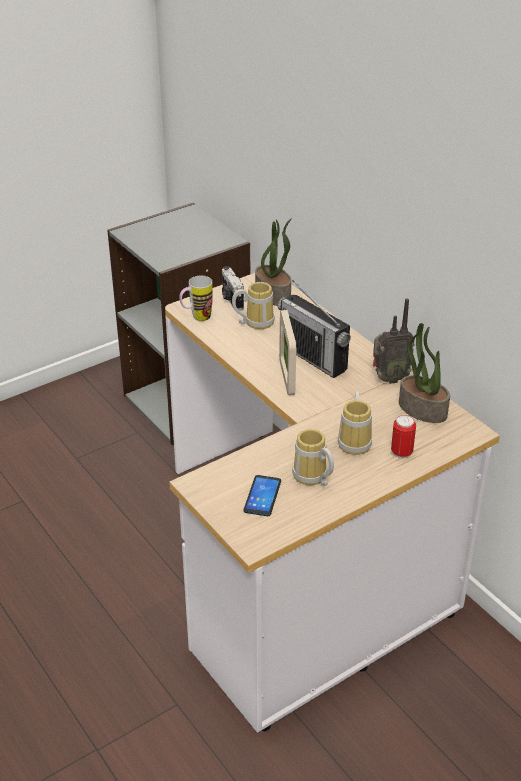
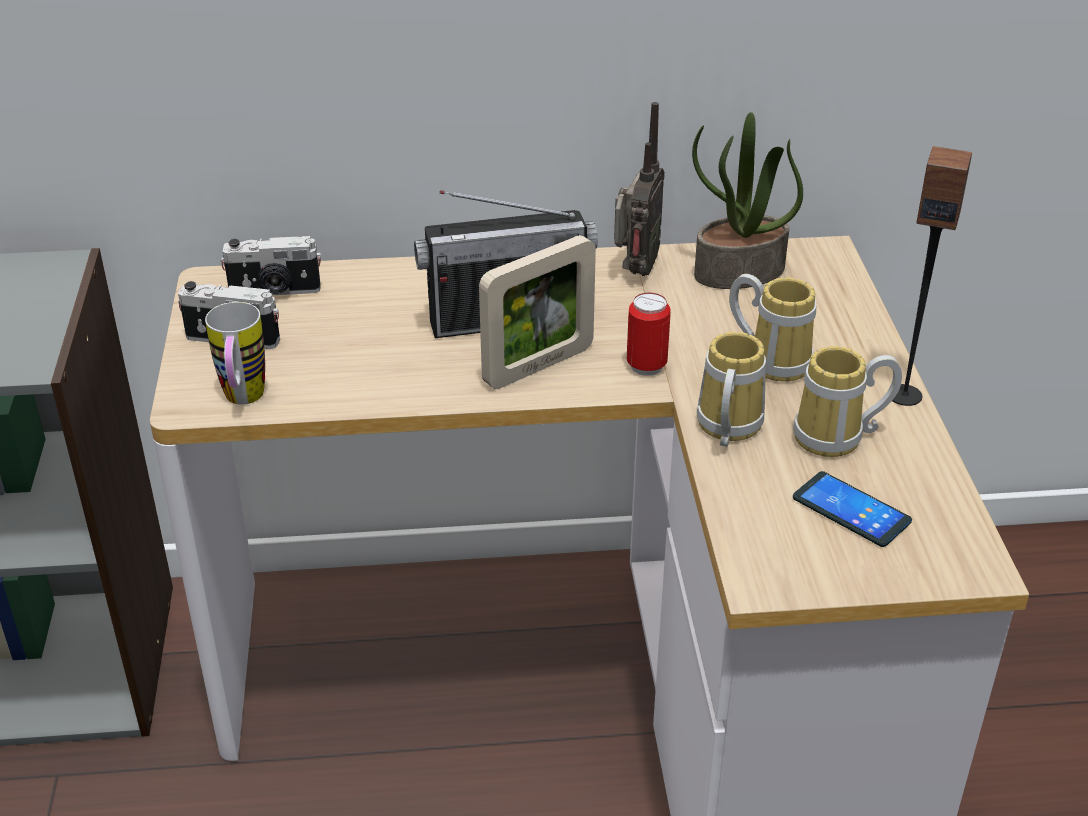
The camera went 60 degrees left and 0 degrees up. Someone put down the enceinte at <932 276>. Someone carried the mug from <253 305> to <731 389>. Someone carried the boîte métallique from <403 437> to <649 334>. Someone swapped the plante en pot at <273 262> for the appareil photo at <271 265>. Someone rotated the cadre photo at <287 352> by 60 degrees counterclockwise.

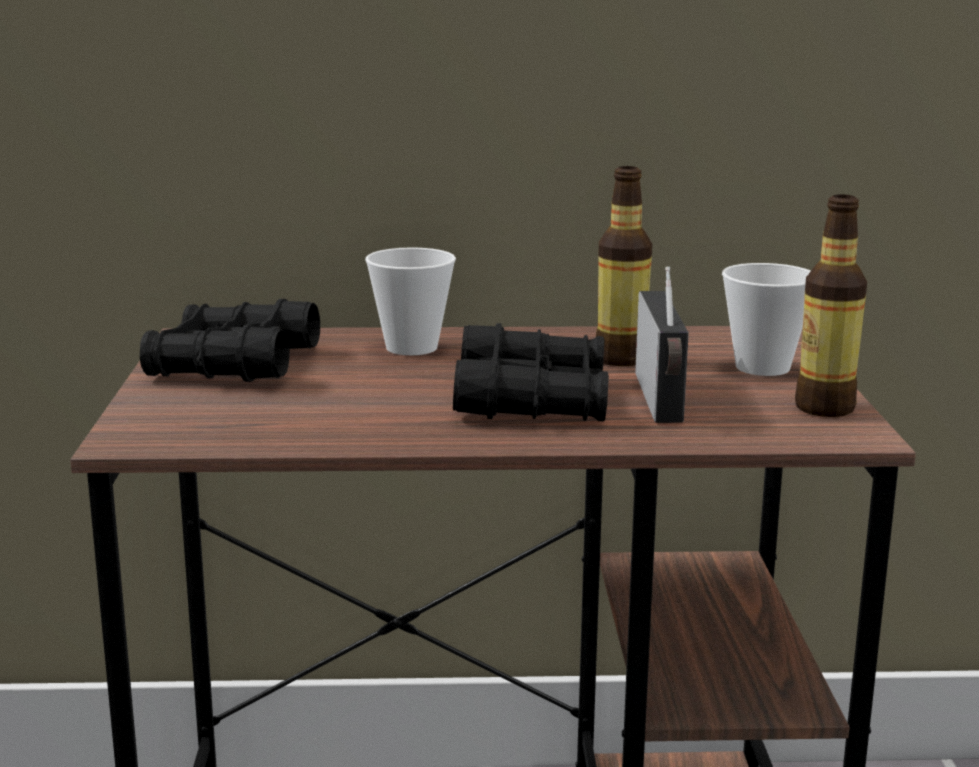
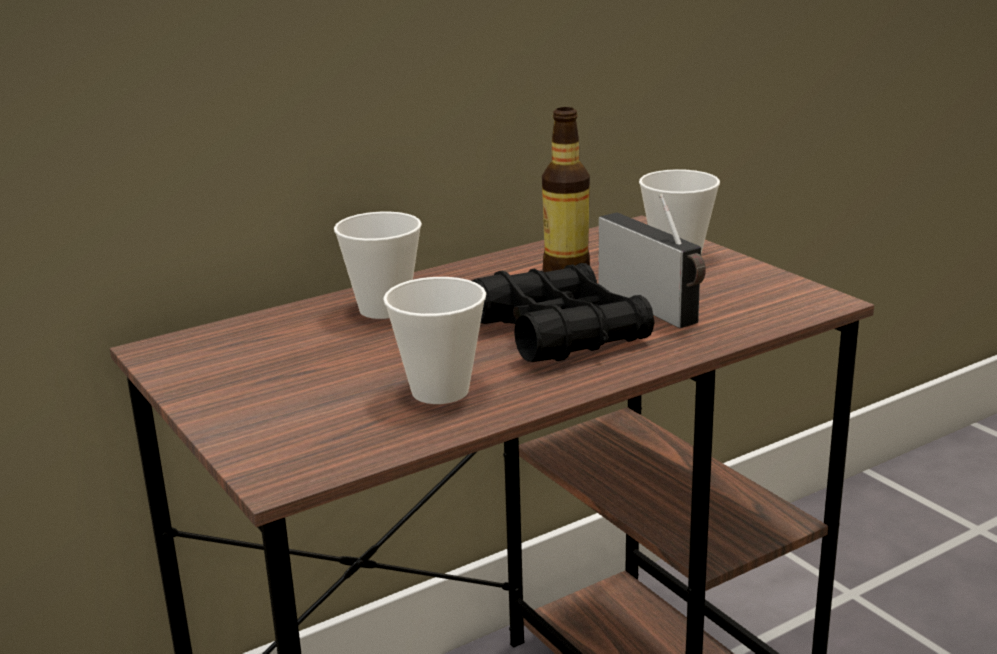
The camera went 30 degrees left and 5 degrees up. Someone took away the jumelles [noir] at <230 340>. Someone took away the bouteille at <831 305>. Someone put down the tasse at <434 340>.

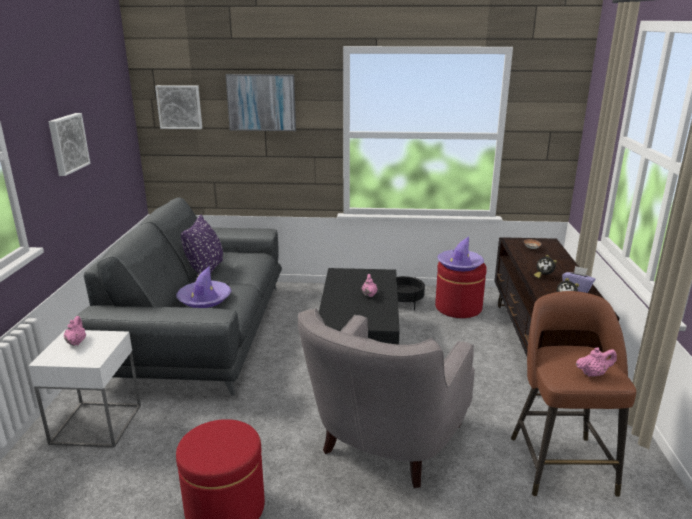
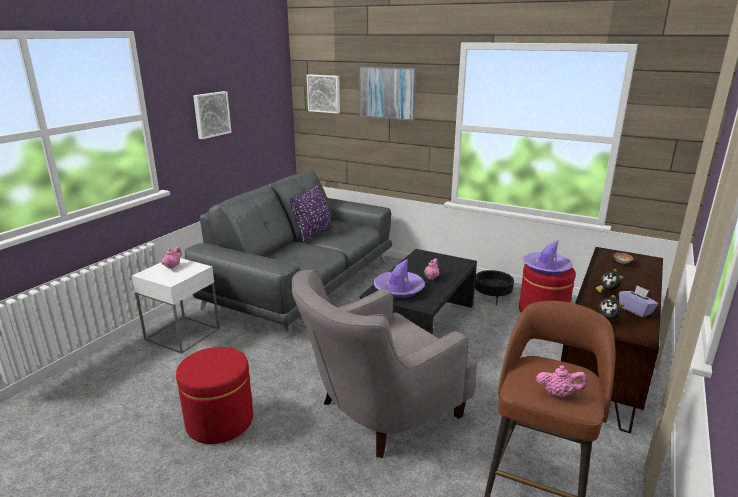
The camera went 25 degrees right and 0 degrees up. Someone carried the chapeau [violet] from <203 287> to <399 278>.

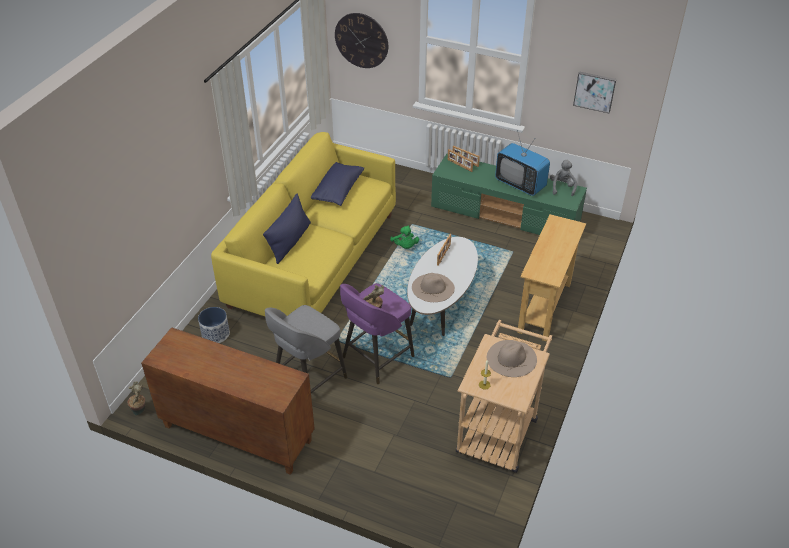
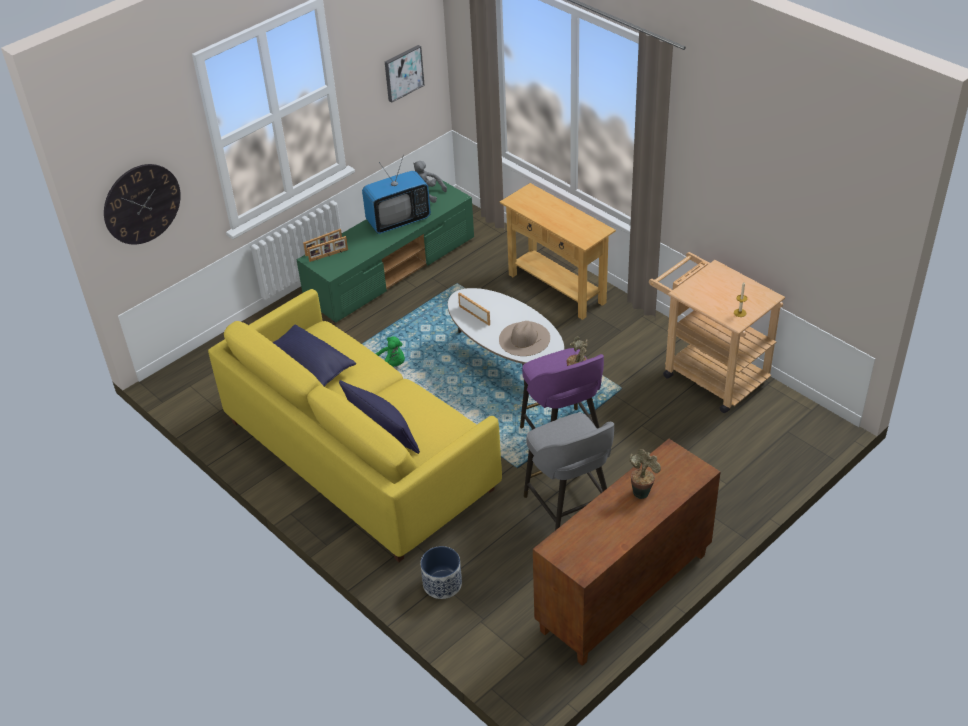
The camera went 65 degrees left and 0 degrees up. Someone took away the chapeau [beige] at <512 358>. Someone carried the plante en pot from <136 398> to <645 474>.

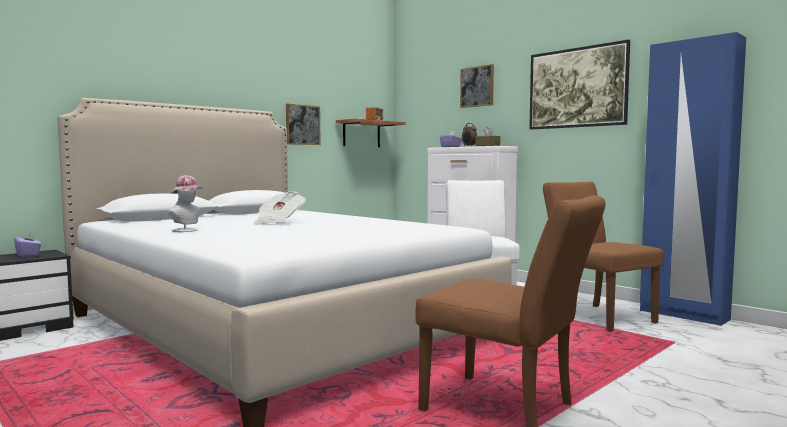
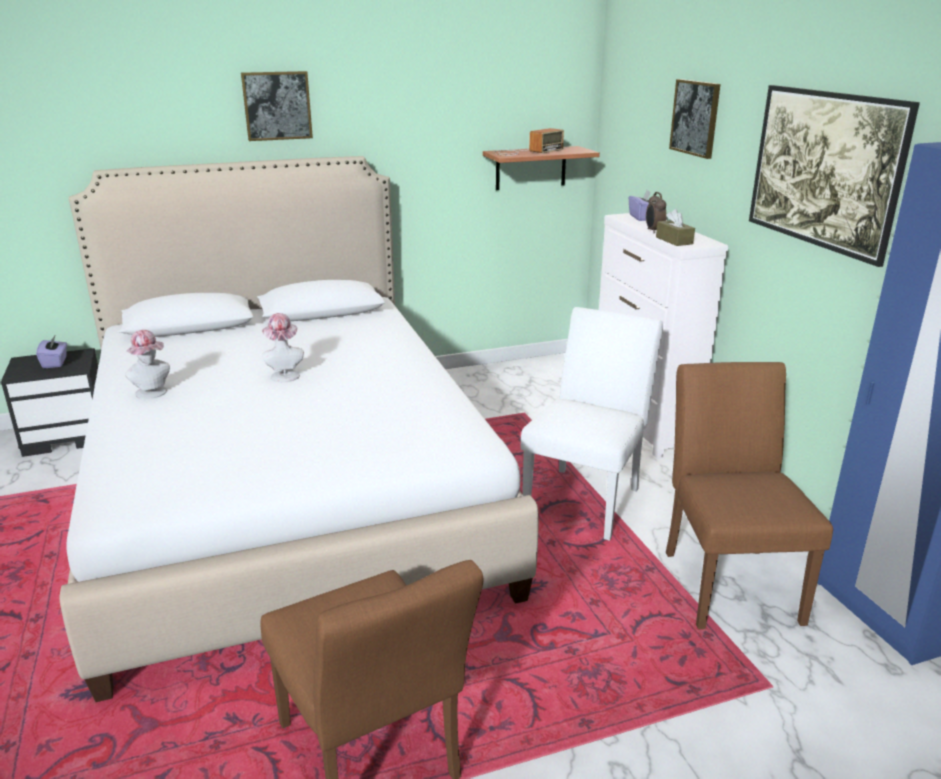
The camera went 25 degrees right and 20 degrees up. Someone carried the tableau from <303 124> to <277 106>. Someone swapped the journal at <280 208> for the chapeau at <283 347>.

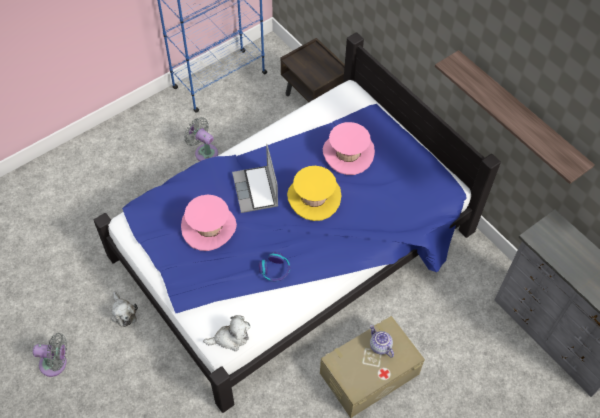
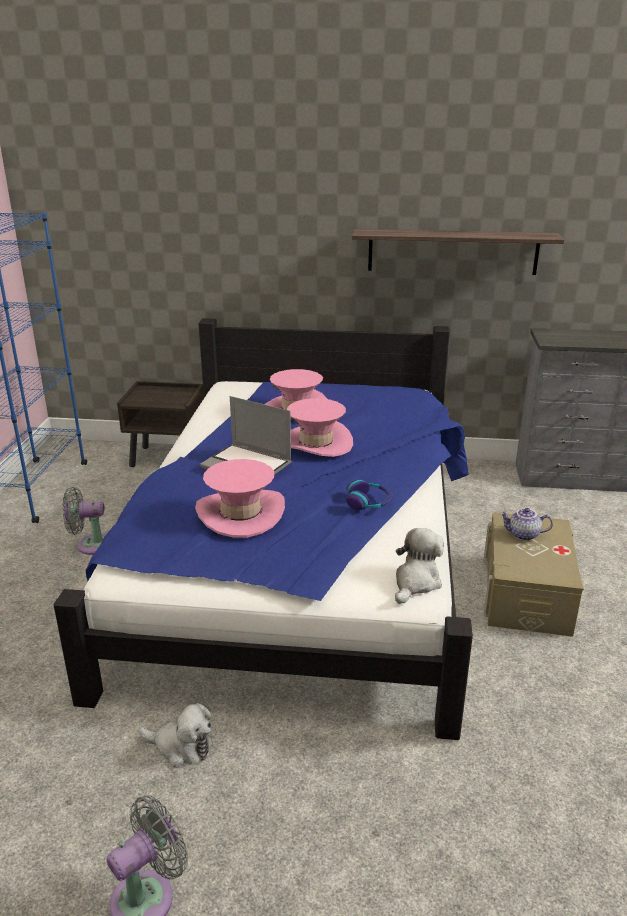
The camera went 45 degrees left and 30 degrees down. Someone repainted the chapeau [jaune] at <314 193>, which became the chapeau [rose] at <320 427>.

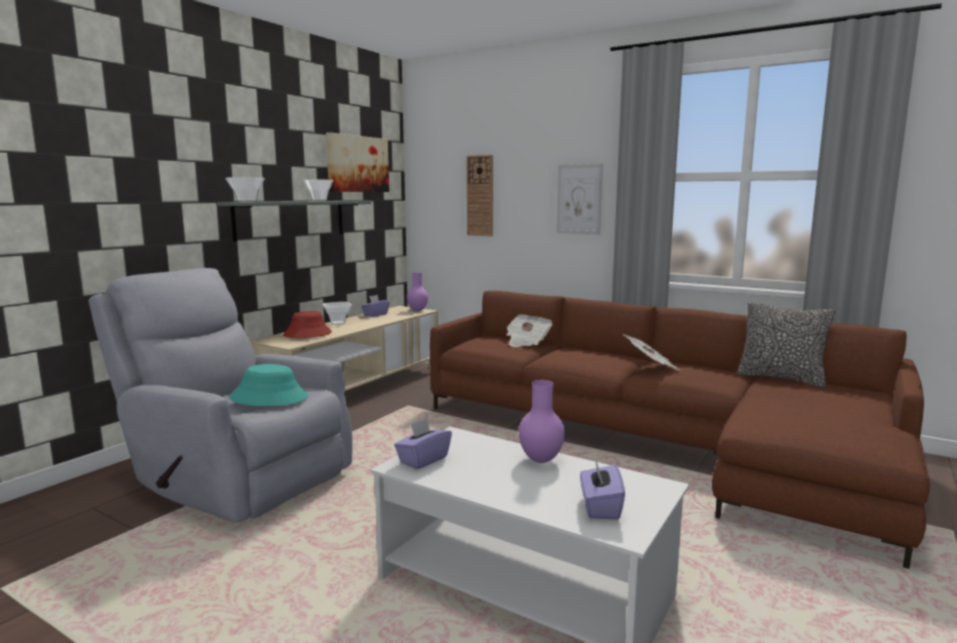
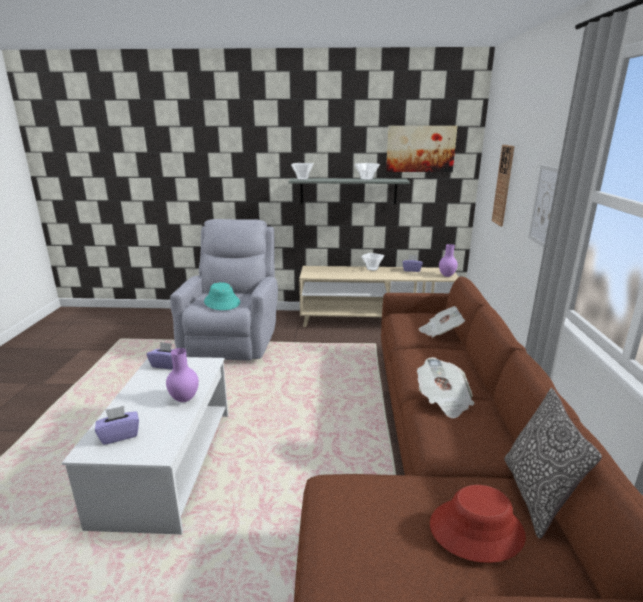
The camera went 60 degrees right and 10 degrees up. Someone carried the chapeau [rouge] from <307 324> to <478 524>.

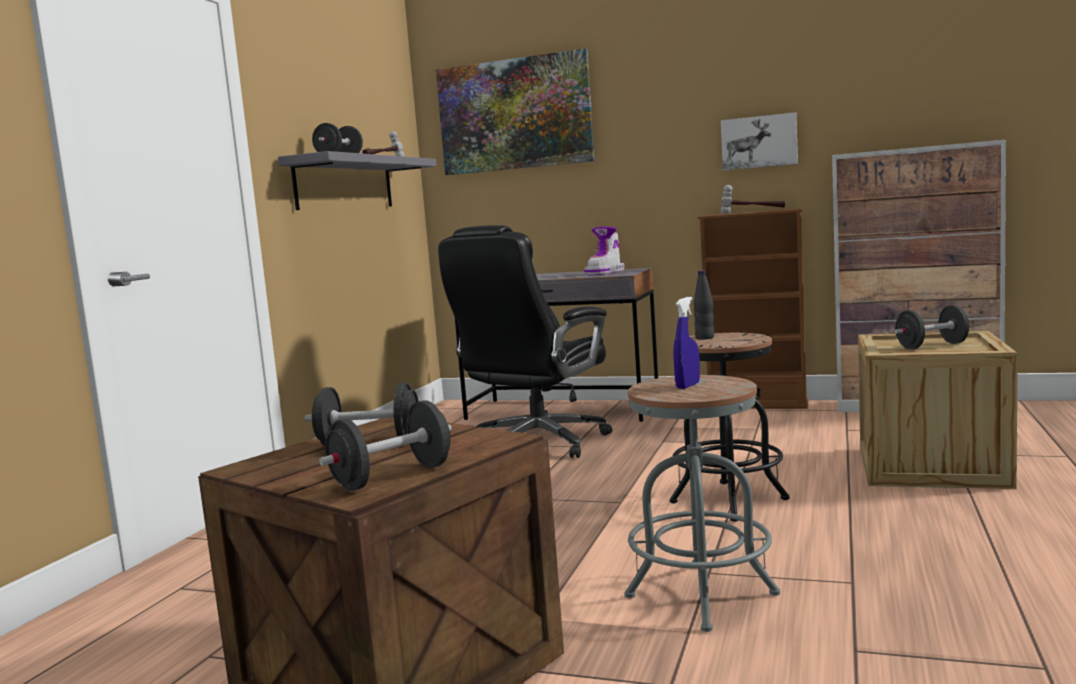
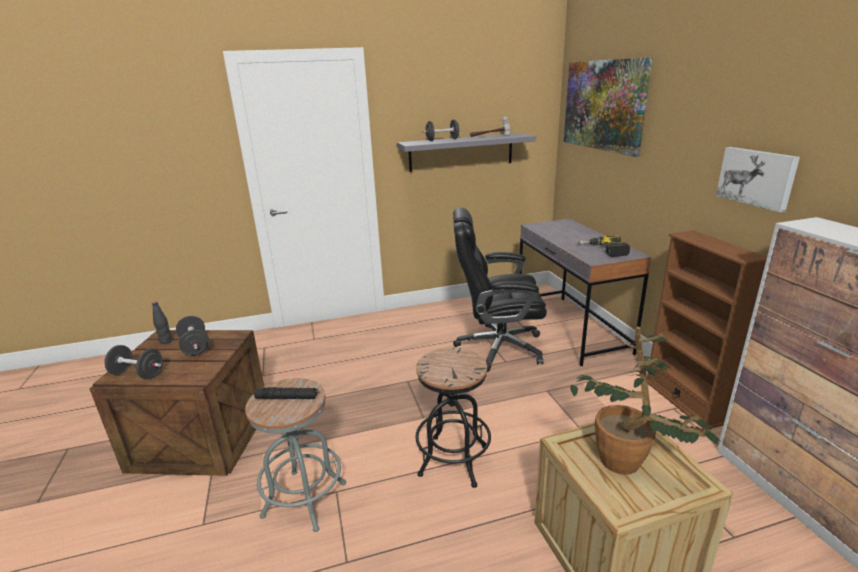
The camera went 55 degrees right and 15 degrees up. Someone took away the marteau at <752 199>. Someone carried the bouteille [noir] from <703 305> to <162 323>. Someone swapped the botte at <604 250> for the perceuse at <604 246>. Someone swapped the vaporisateur [bleu] at <686 343> for the lampe de poche [noir] at <286 393>. Someone swapped the haltère [noir] at <932 327> for the plante en pot at <645 400>.

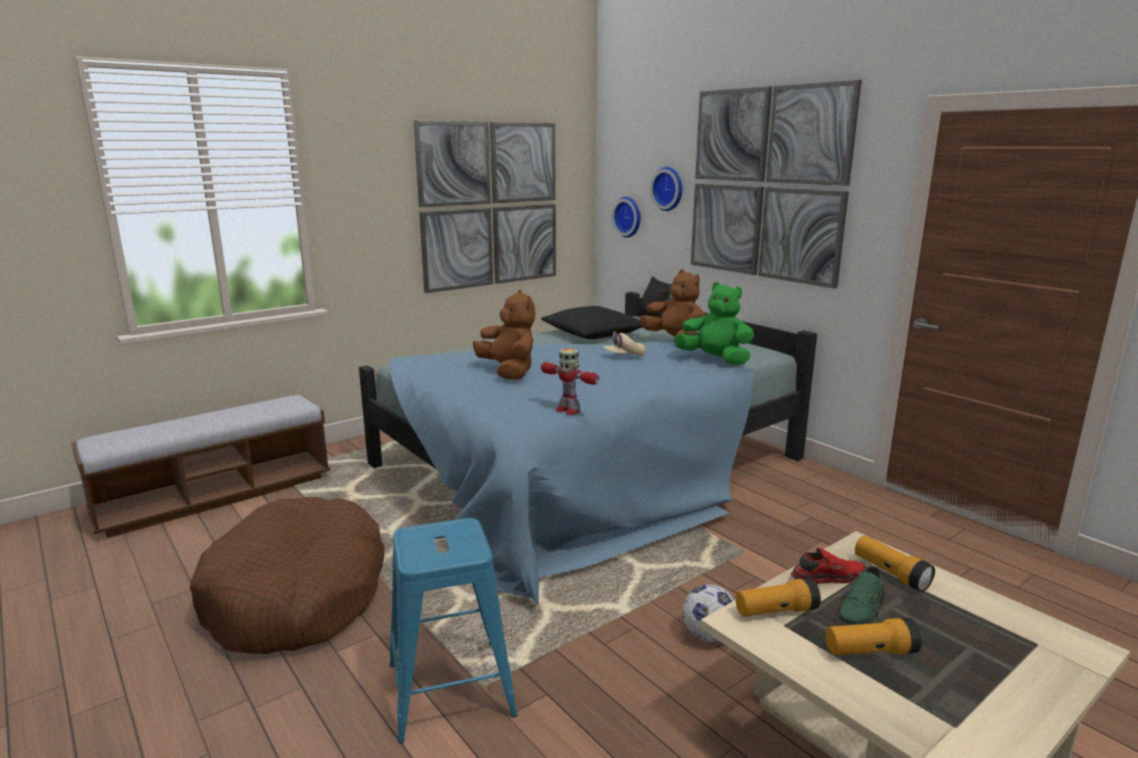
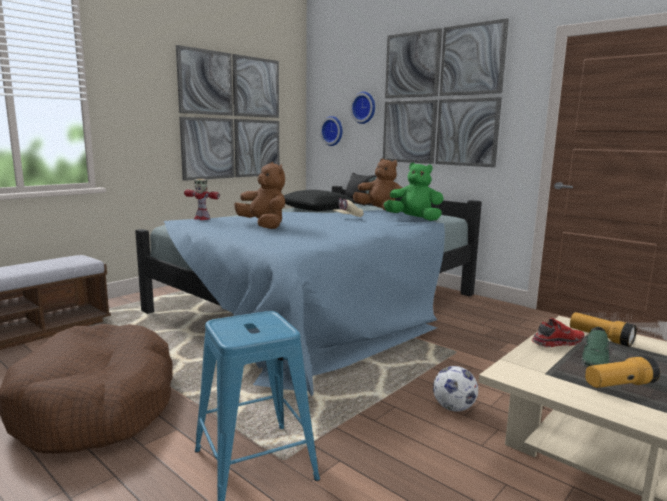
The camera went 10 degrees left and 5 degrees down. Someone took away the lampe de poche at <778 597>. Someone carried the robot jouet from <570 381> to <202 199>.

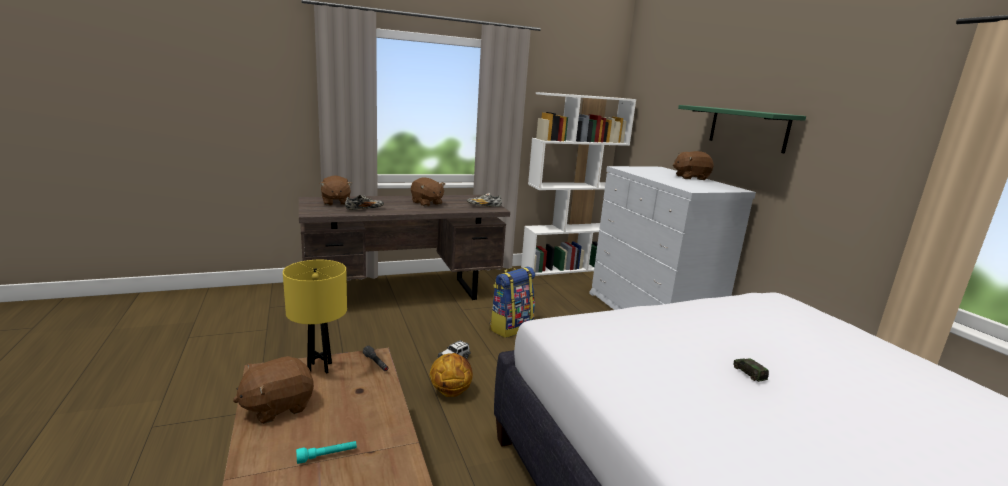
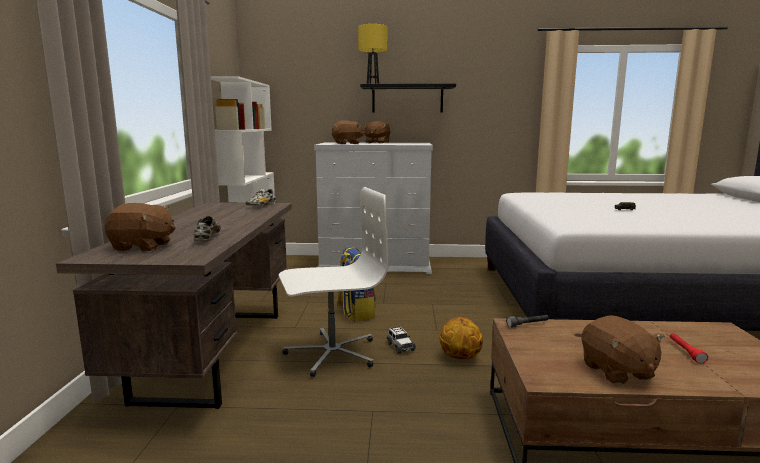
The camera went 65 degrees left and 5 degrees down. Someone put down the chaise de bureau [blanc] at <334 282>. Someone carried the lampe de table [jaune] from <315 316> to <372 54>. Someone carried the peluche [marron] from <428 192> to <348 132>. Someone repainted the lampe de poche [turquoise] at <326 452>, which became the lampe de poche [rouge] at <689 348>. Someone repainted the étagère [vert] at <742 129>, which became the étagère [noir] at <408 98>.

